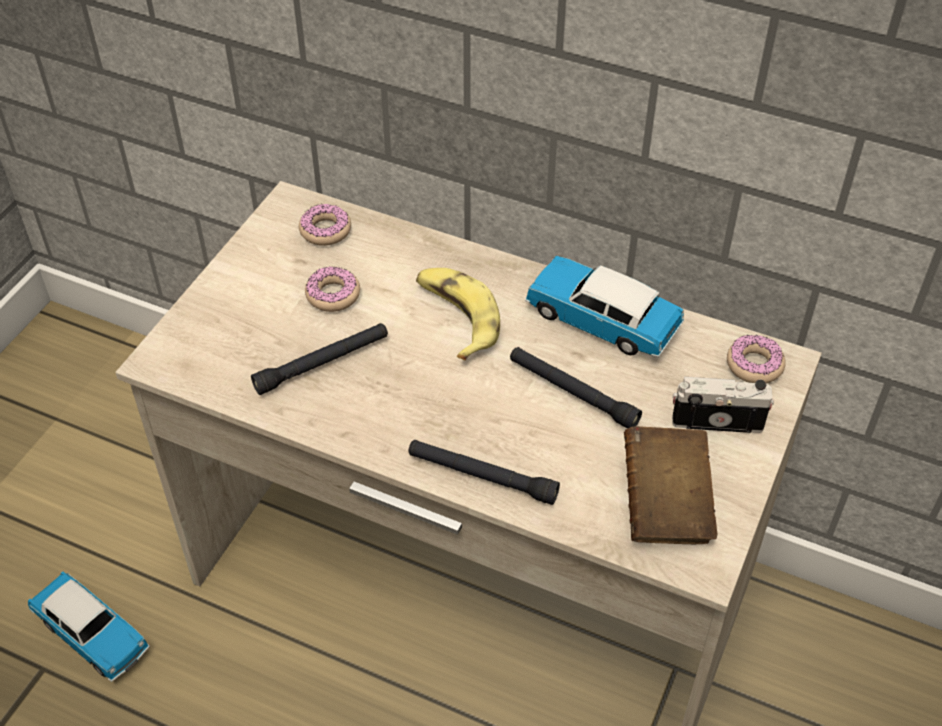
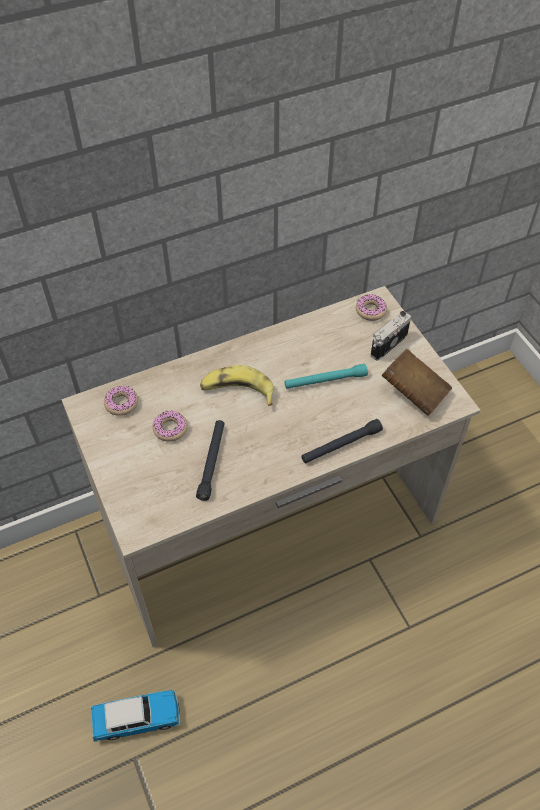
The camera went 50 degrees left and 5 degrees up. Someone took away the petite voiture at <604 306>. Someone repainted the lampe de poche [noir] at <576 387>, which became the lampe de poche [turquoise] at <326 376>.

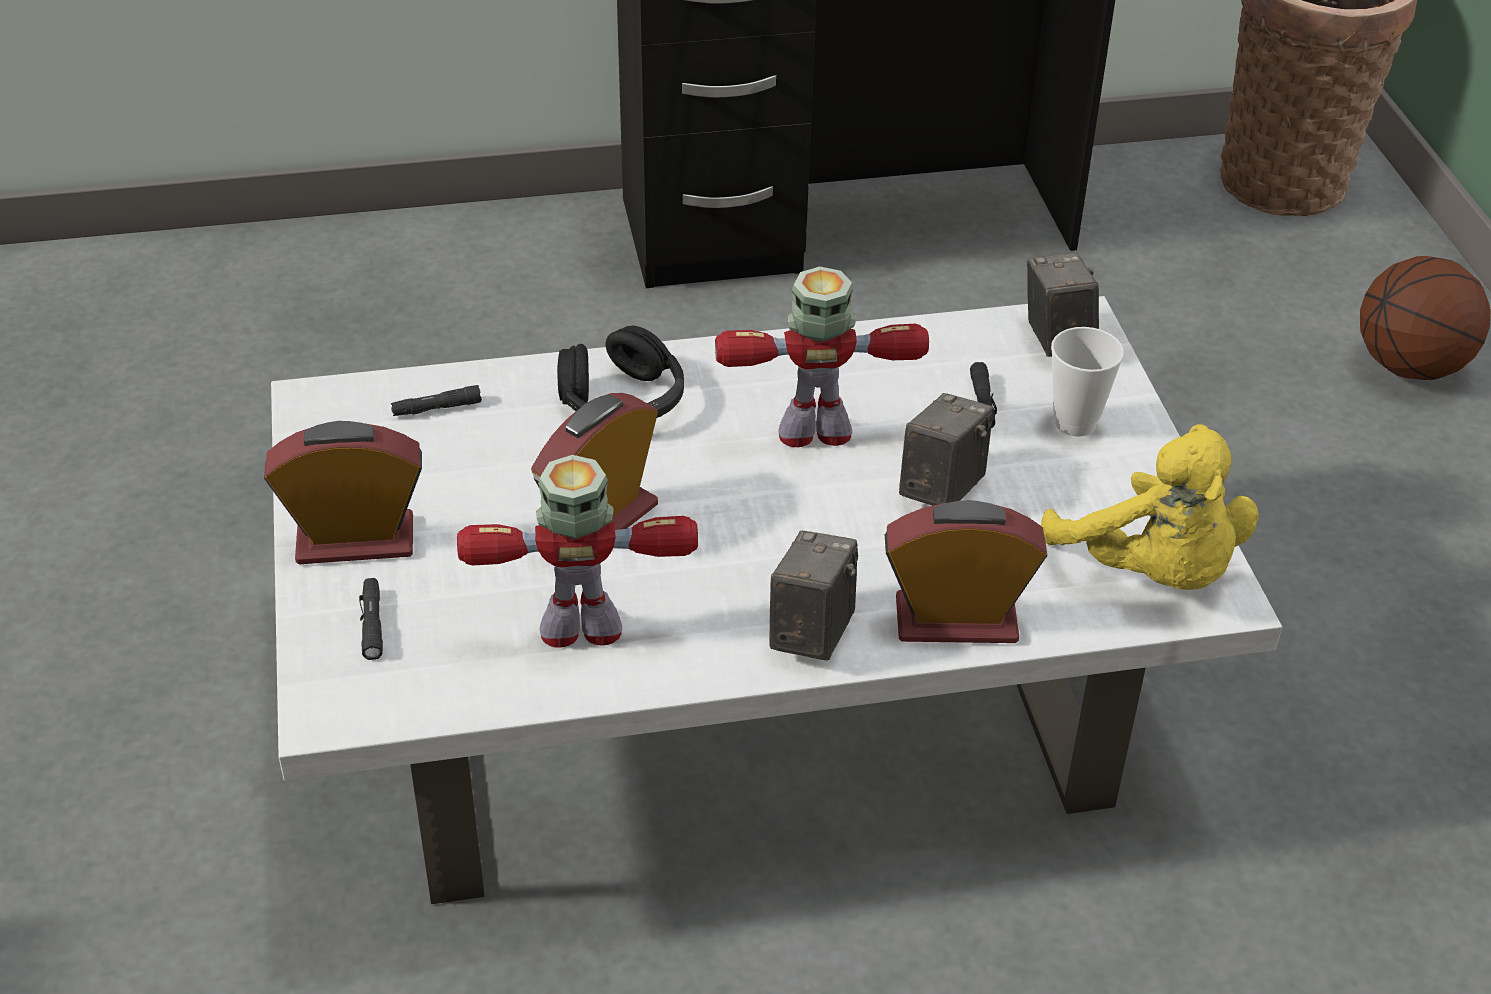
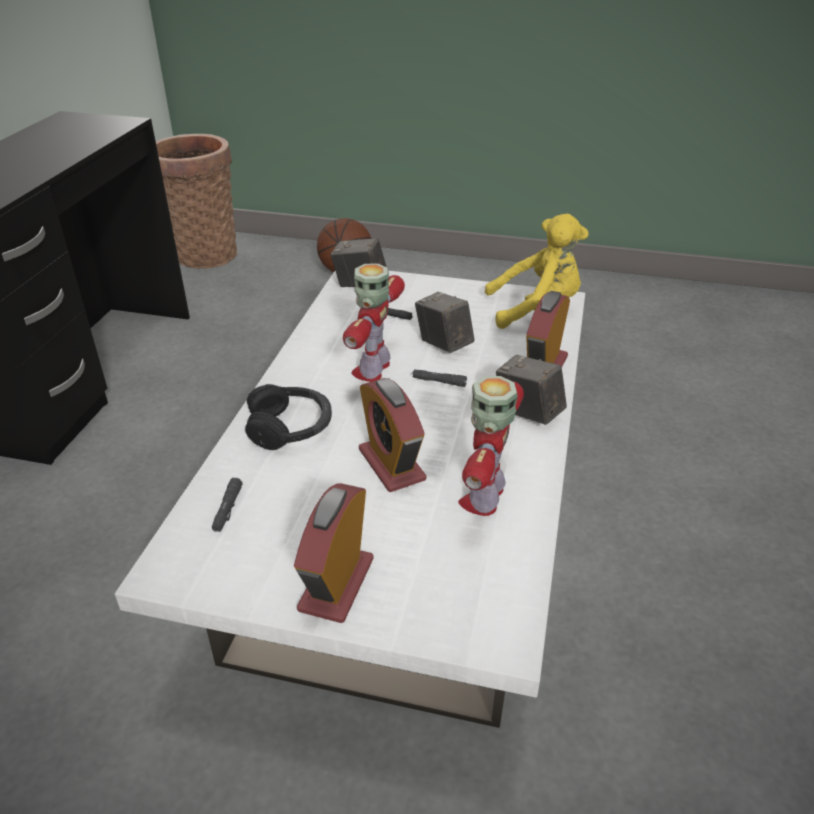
The camera went 65 degrees left and 5 degrees down. Someone took away the tasse at <1087 382>. Someone carried the lampe de poche [noir] from <371 619> to <439 378>.

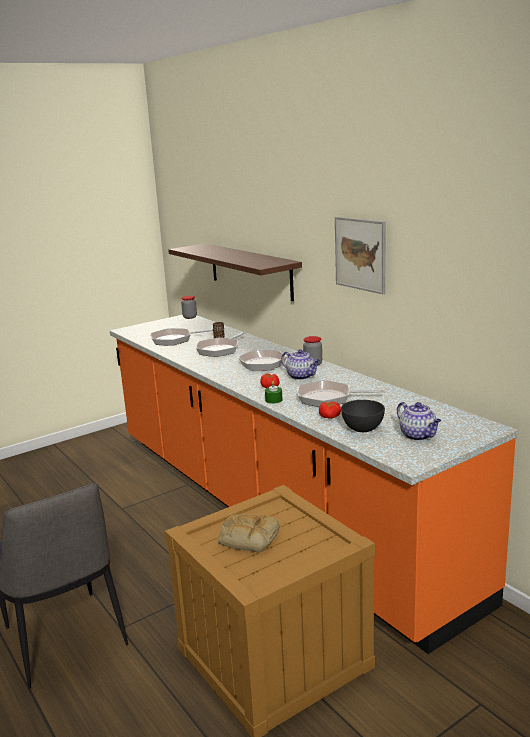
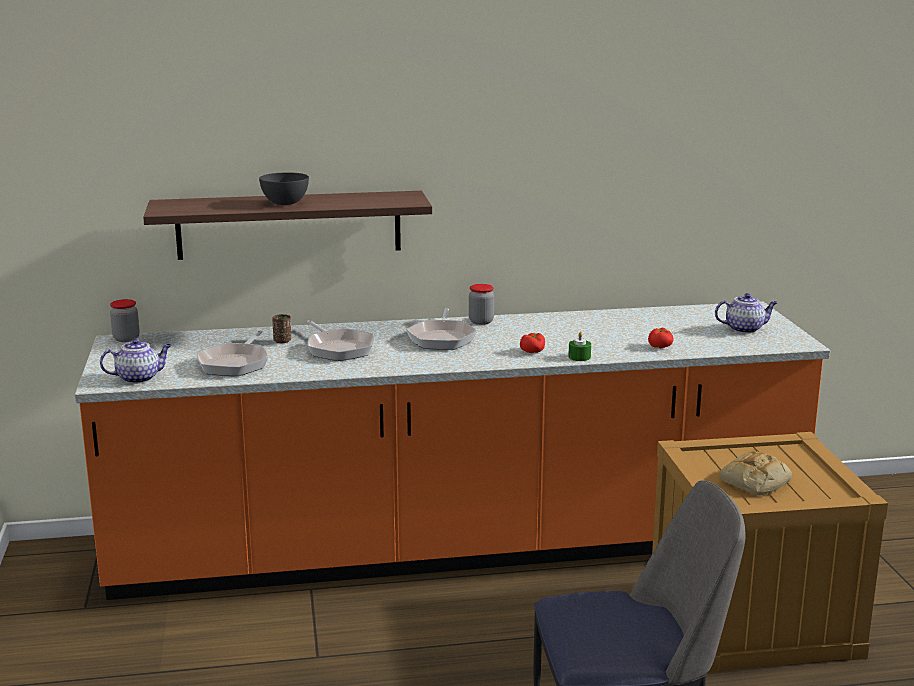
The camera went 65 degrees left and 0 degrees up. Someone took away the poêle at <341 393>. Someone took away the tableau at <360 255>. Someone carried the théière from <300 364> to <136 361>. Someone carried the bol [gris] from <363 416> to <284 188>.

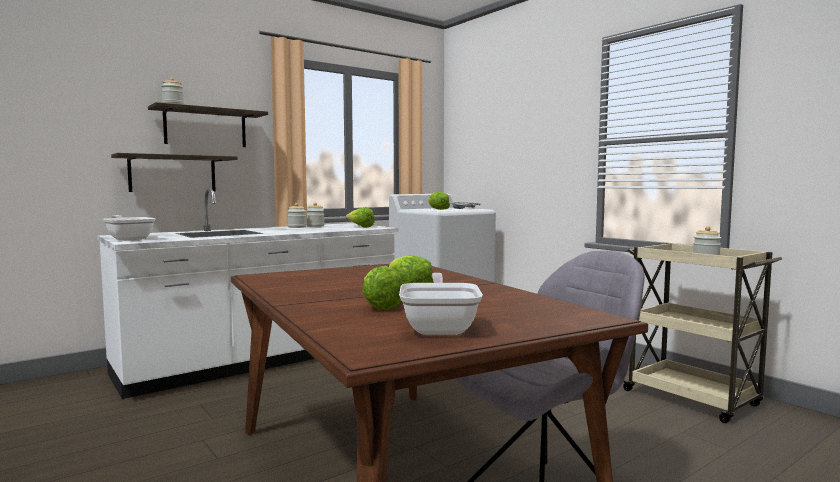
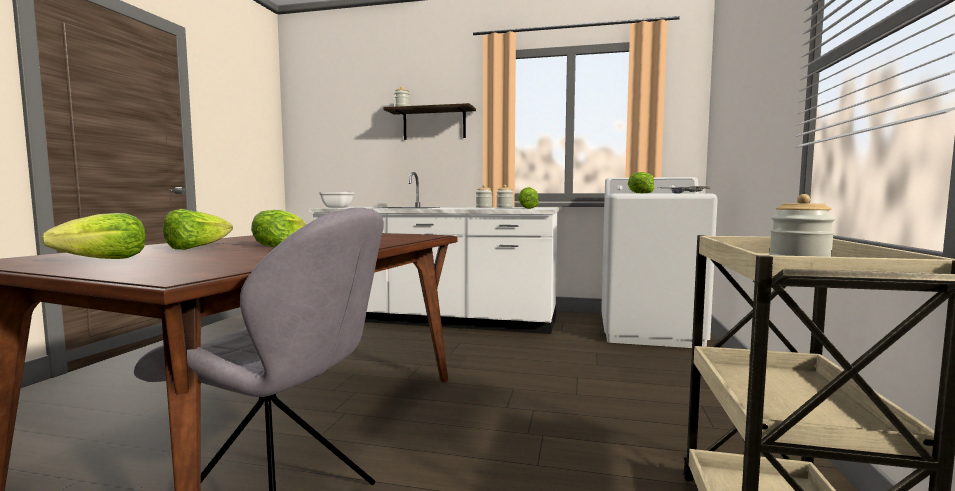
The camera went 50 degrees right and 0 degrees up. Someone took away the étagère at <174 172>. Someone swapped the poêle at <441 304> for the laitue at <94 236>.

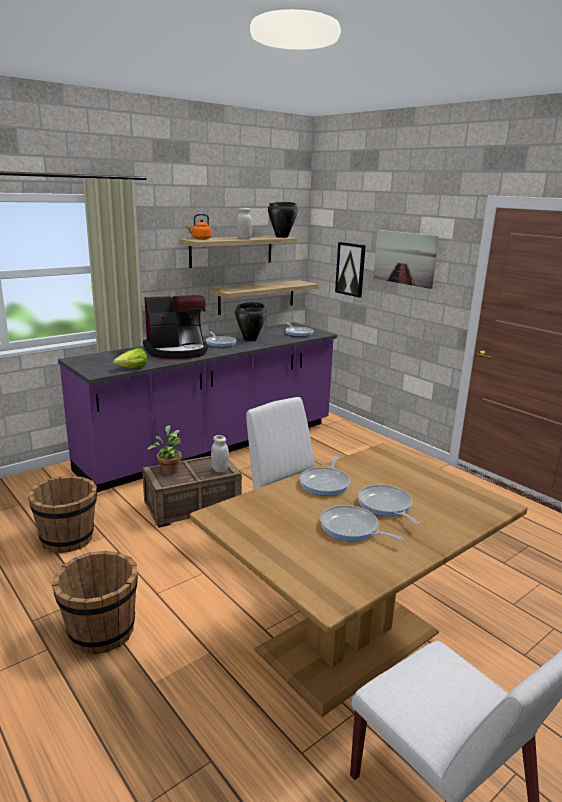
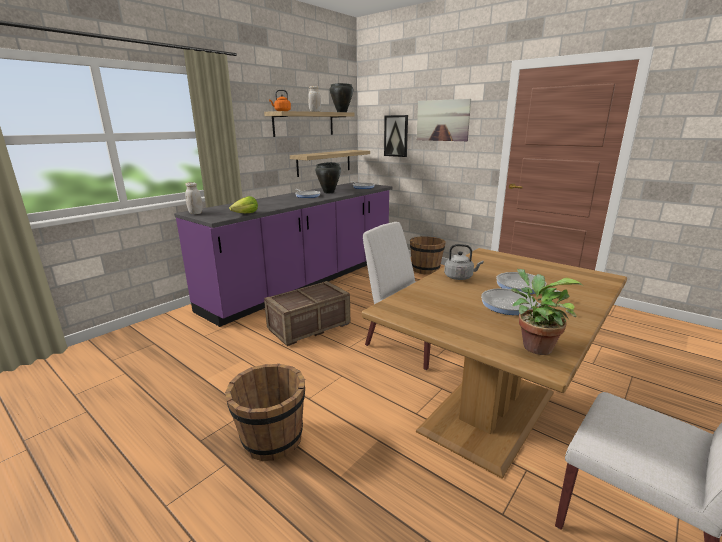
The camera went 10 degrees left and 0 degrees up. Someone took away the machine à café at <175 327>. Someone carried the seau [marron] from <62 514> to <428 255>. Someone carried the plante en pot from <165 450> to <547 312>. Someone carried the bocal [blanc] from <220 454> to <193 198>. Someone swapped the poêle at <325 476> for the bouilloire [gris] at <464 262>.

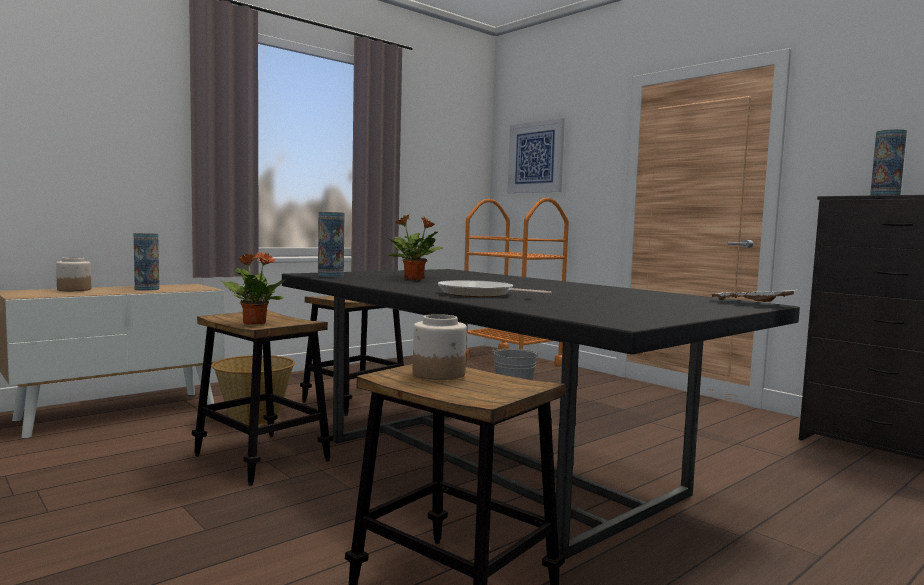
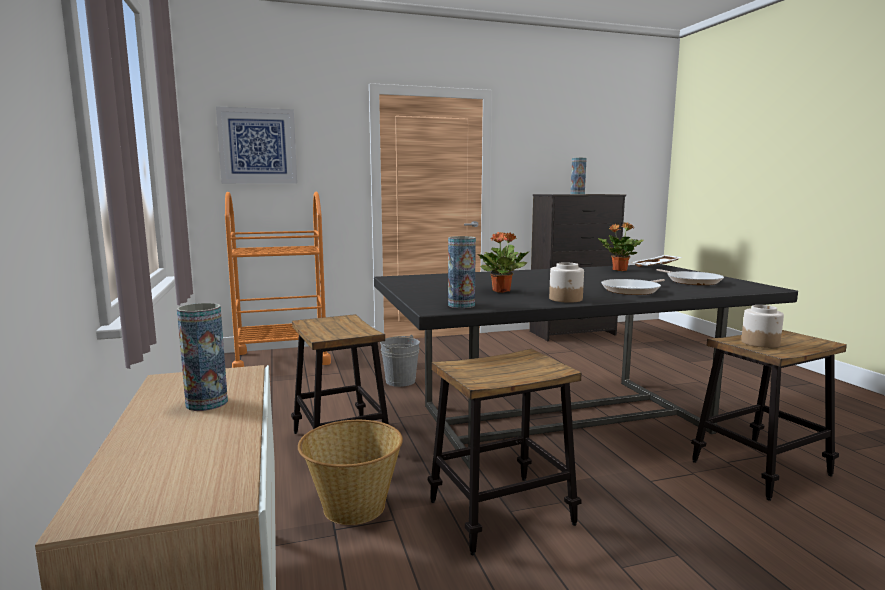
The camera went 65 degrees left and 5 degrees up. Someone put down the poêle at <690 277>. Someone carried the bocal from <73 274> to <566 282>. Someone carried the plante en pot from <253 288> to <621 247>.

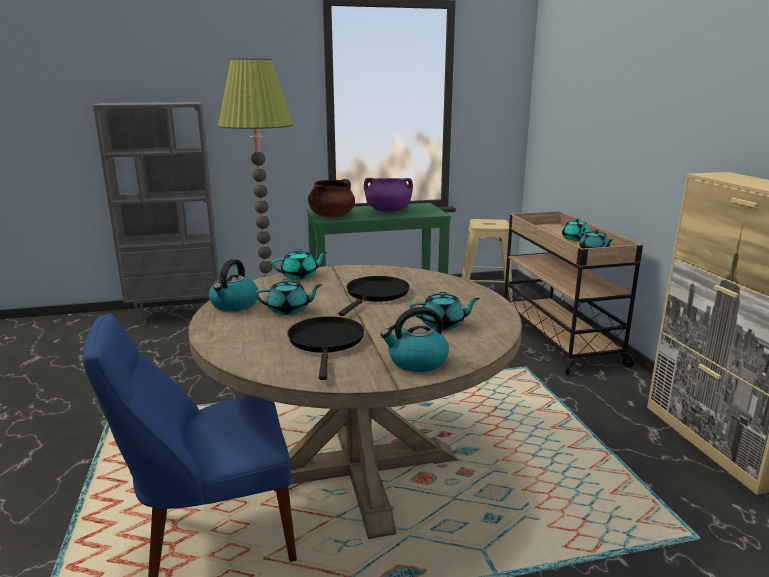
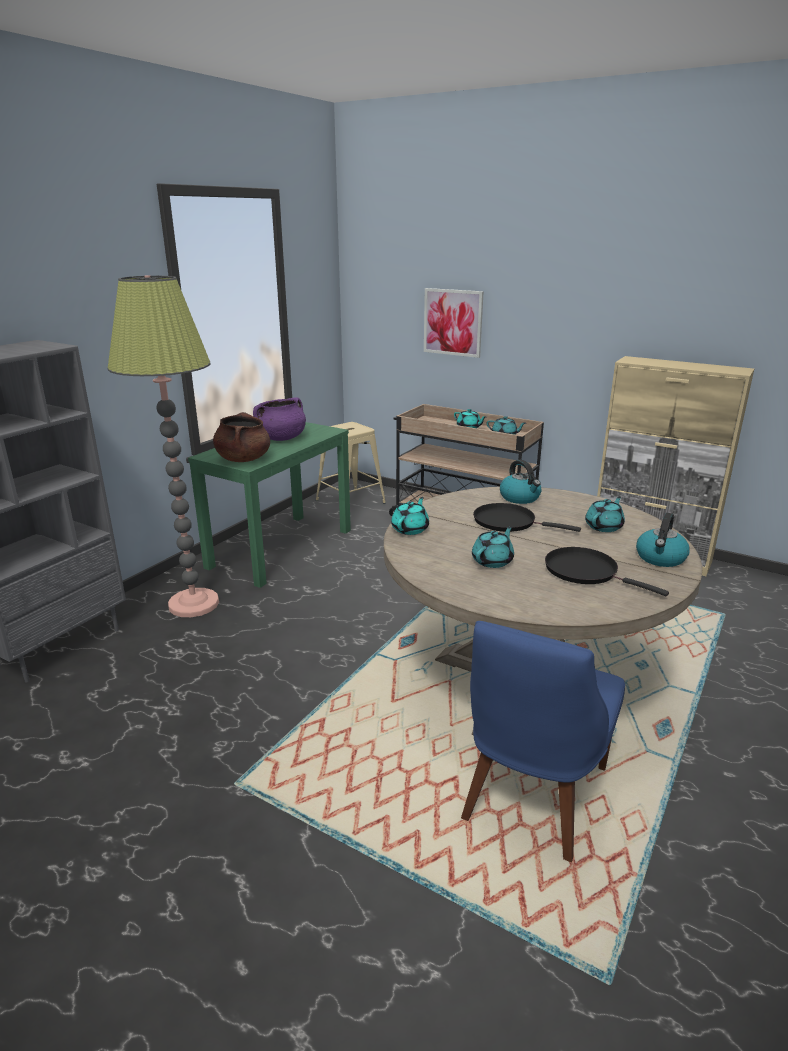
The camera went 45 degrees left and 5 degrees up. Someone put up the tableau at <454 323>. Someone carried the bouilloire from <233 285> to <520 482>. Someone rotated the poêle [noir] at <374 296> by 45 degrees counterclockwise.

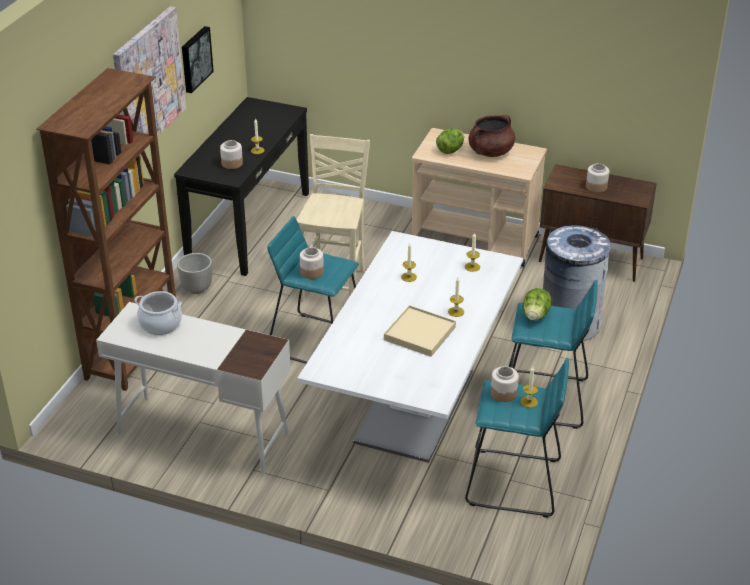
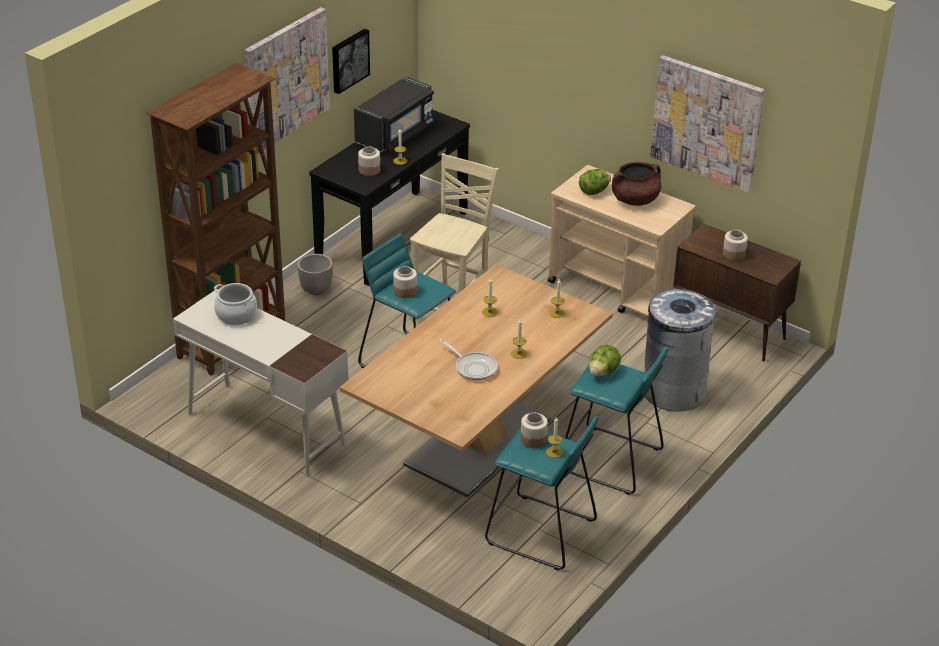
The camera went 15 degrees right and 0 degrees up. Someone put down the micro-ondes [noir] at <394 114>. Someone put up the tableau at <707 124>. Someone swapped the plateau [beige] at <420 331> for the poêle at <468 359>. Someone repainted the table à manger [blanc] at <410 347>, which became the table à manger [marron] at <476 381>.

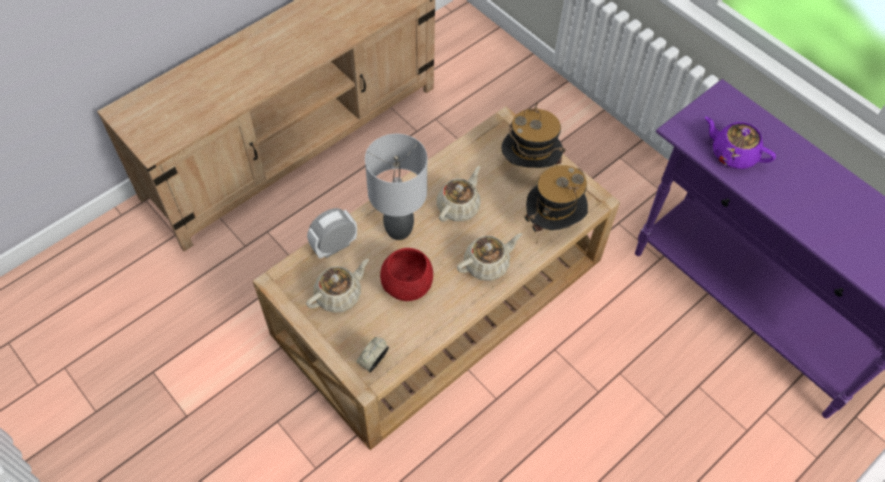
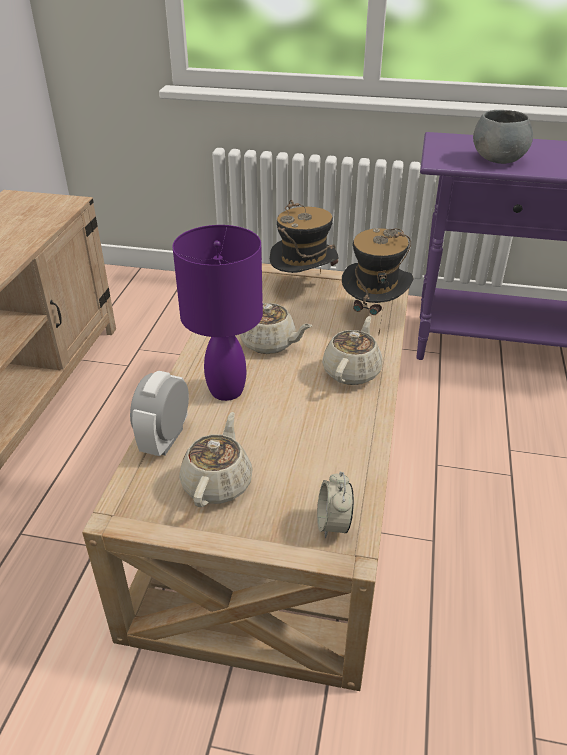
The camera went 35 degrees left and 20 degrees down. Someone took away the bol [rouge] at <406 274>. Someone swapped the théière [violet] at <740 143> for the bol [gris] at <503 137>. Someone repainted the lampe de table [gris] at <396 187>, which became the lampe de table [violet] at <217 313>. Someone rotated the théière [beige] at <459 194> by 120 degrees clockwise.

